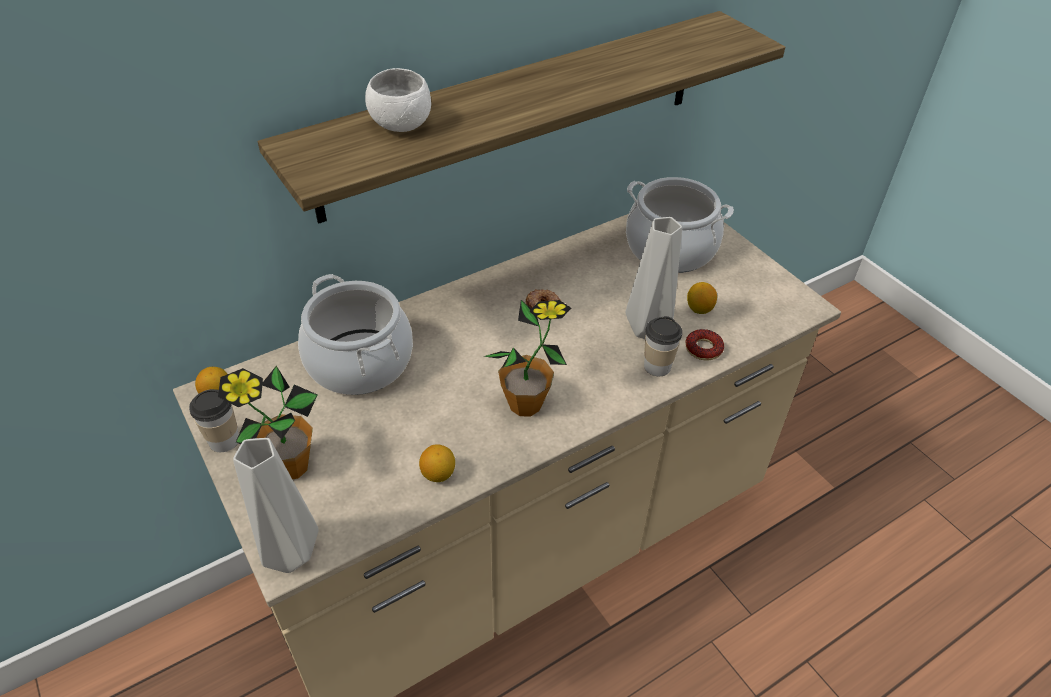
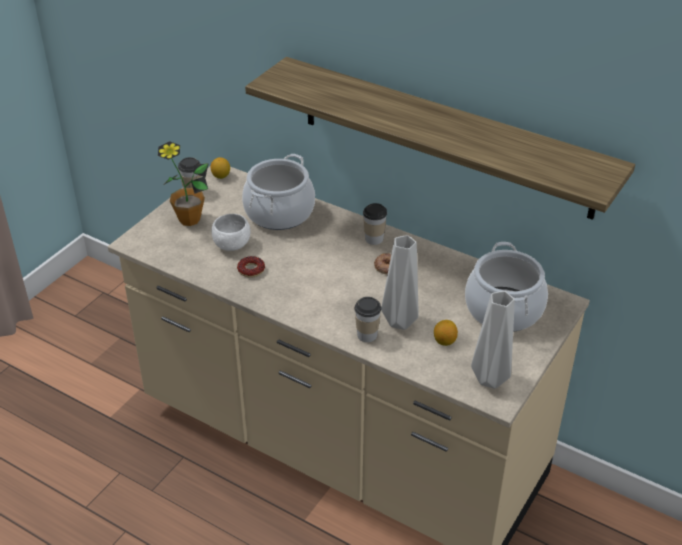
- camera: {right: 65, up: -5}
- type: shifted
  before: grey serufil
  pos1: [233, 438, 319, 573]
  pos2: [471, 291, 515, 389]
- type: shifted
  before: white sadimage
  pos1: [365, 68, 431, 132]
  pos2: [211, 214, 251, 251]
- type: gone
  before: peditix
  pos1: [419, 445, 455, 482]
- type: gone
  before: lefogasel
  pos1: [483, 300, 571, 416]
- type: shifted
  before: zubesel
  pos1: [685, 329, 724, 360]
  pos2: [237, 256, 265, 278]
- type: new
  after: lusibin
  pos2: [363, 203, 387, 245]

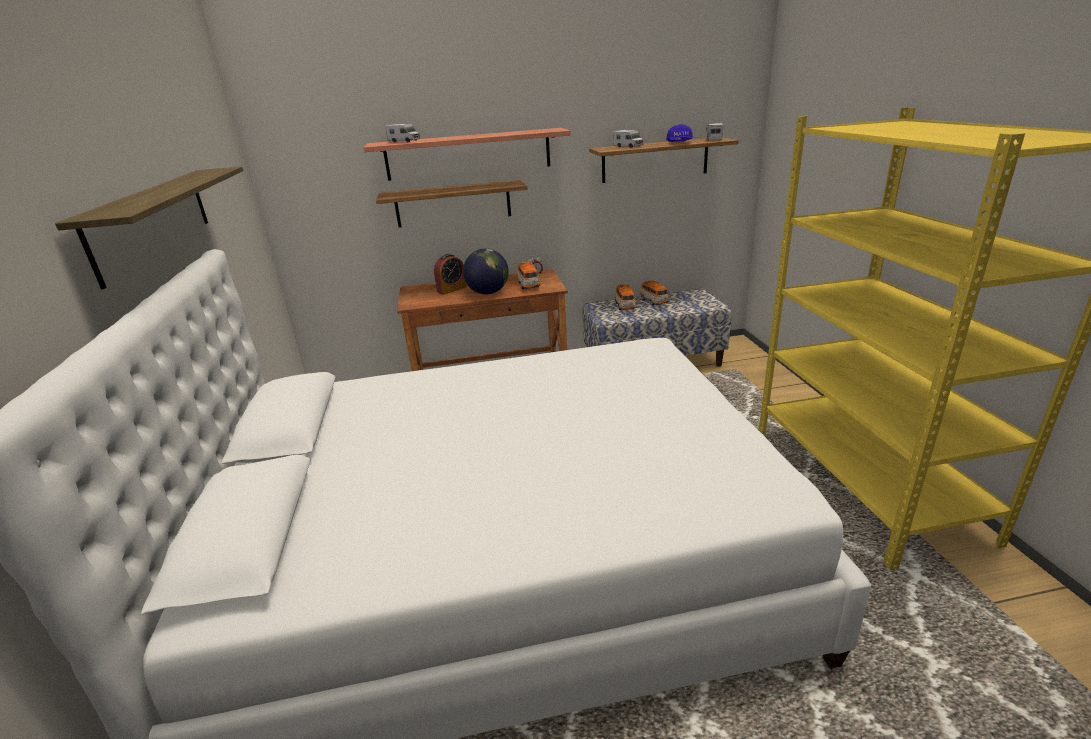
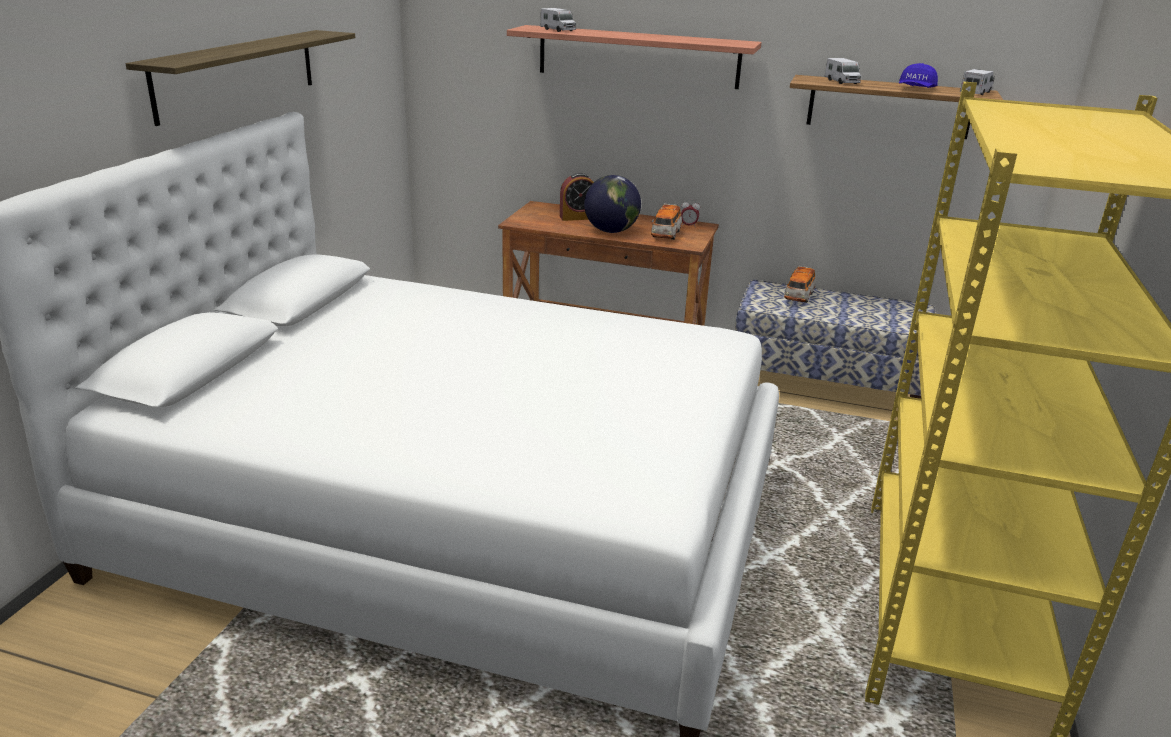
- camera: {right: 25, up: 0}
- type: gone
  before: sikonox
  pos1: [376, 180, 528, 227]
- type: gone
  before: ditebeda
  pos1: [640, 280, 670, 306]

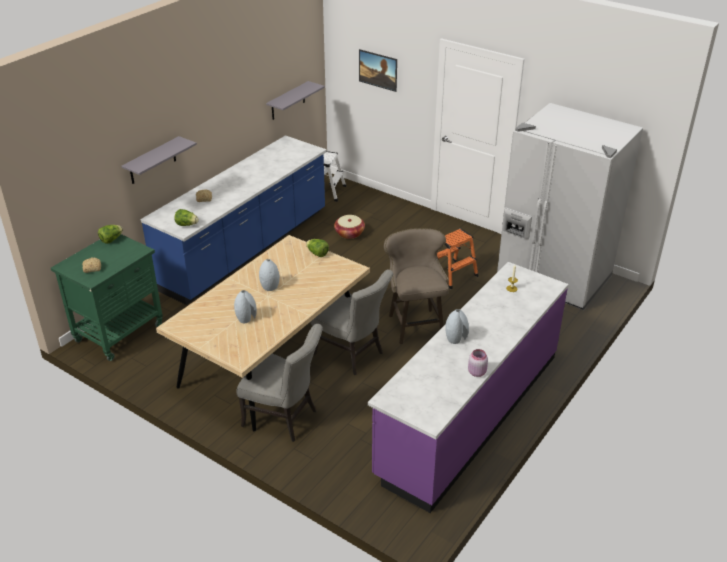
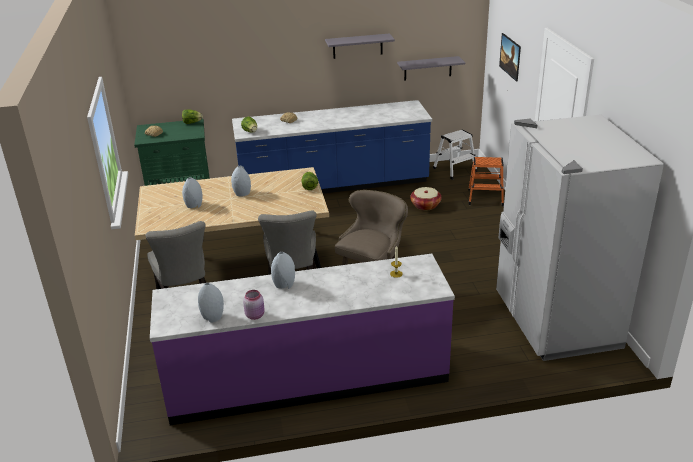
- camera: {right: 45, up: -5}
- type: shifted
  before: grey sikonox
  pos1: [121, 136, 197, 184]
  pos2: [325, 33, 395, 59]
- type: shifted
  before: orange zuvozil
  pos1: [437, 228, 479, 289]
  pos2: [468, 157, 504, 206]
- type: new
  after: grey serufil
  pos2: [198, 283, 224, 323]

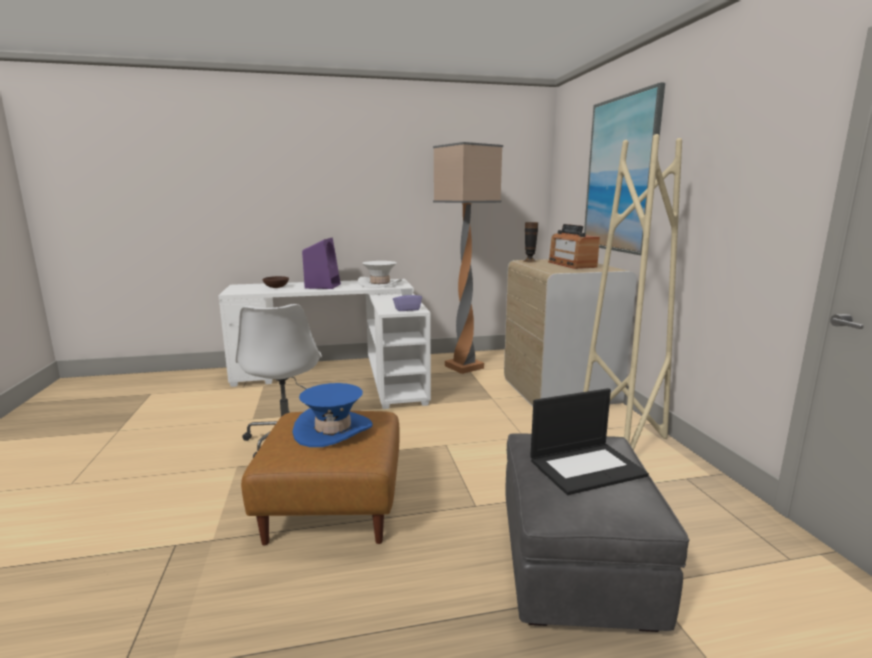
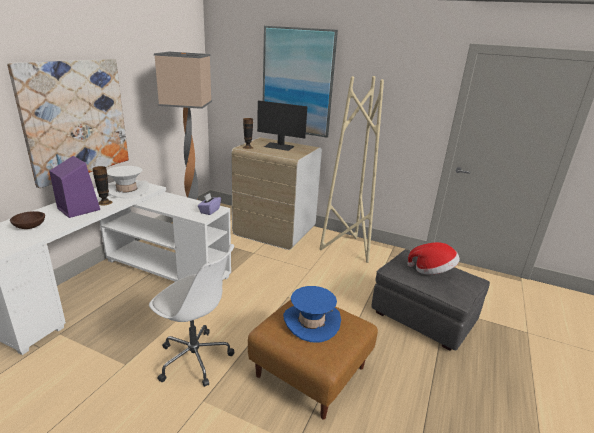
- camera: {right: -55, up: 10}
- type: swapped
  before: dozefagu
  after: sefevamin
  pos1: [530, 388, 649, 495]
  pos2: [407, 242, 460, 274]
- type: swapped
  before: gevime
  after: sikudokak
  pos1: [548, 224, 600, 269]
  pos2: [257, 101, 308, 151]
- type: new
  after: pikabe
  pos2: [7, 59, 129, 188]
- type: new
  after: serufil
  pos2: [92, 166, 112, 205]

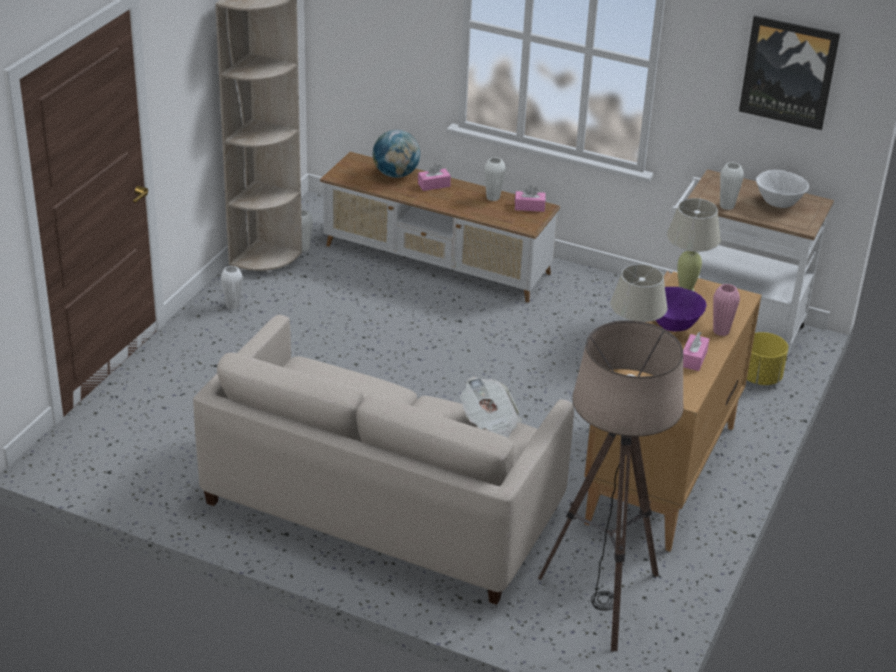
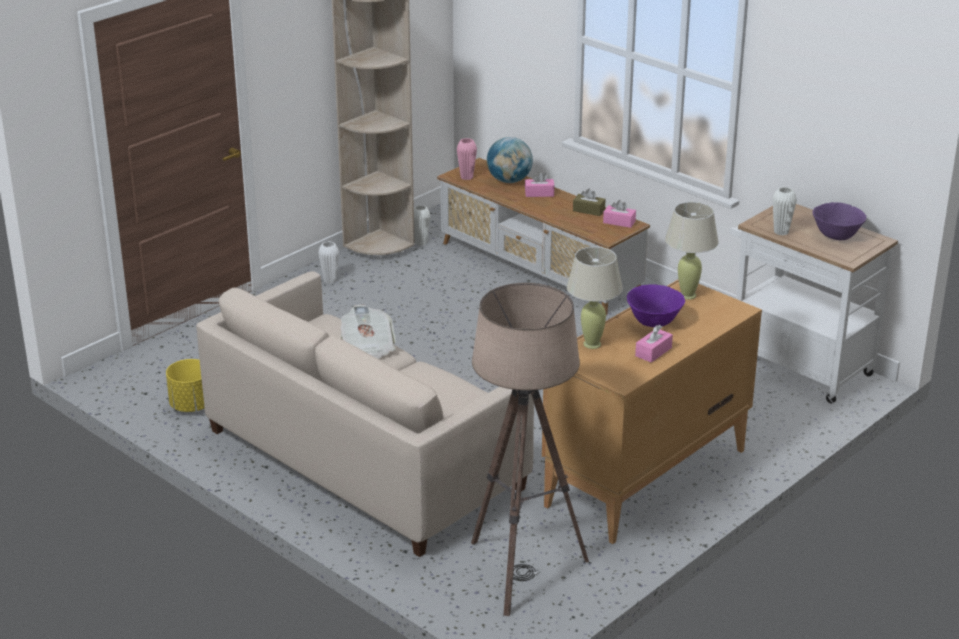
- camera: {right: 20, up: -5}
- type: shifted
  before: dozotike
  pos1: [460, 377, 522, 438]
  pos2: [340, 304, 396, 359]
- type: swapped
  before: white serufil
  after: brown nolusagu
  pos1: [484, 157, 506, 201]
  pos2: [573, 189, 606, 216]
- type: shifted
  before: pink serufil
  pos1: [713, 284, 740, 336]
  pos2: [457, 138, 477, 180]
- type: gone
  before: pikabe
  pos1: [739, 15, 840, 130]
- type: shifted
  before: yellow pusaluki
  pos1: [747, 332, 788, 385]
  pos2: [166, 359, 205, 412]
- type: repainted
  before: white sadimage
  after: purple sadimage
  pos1: [756, 170, 809, 208]
  pos2: [812, 202, 867, 240]

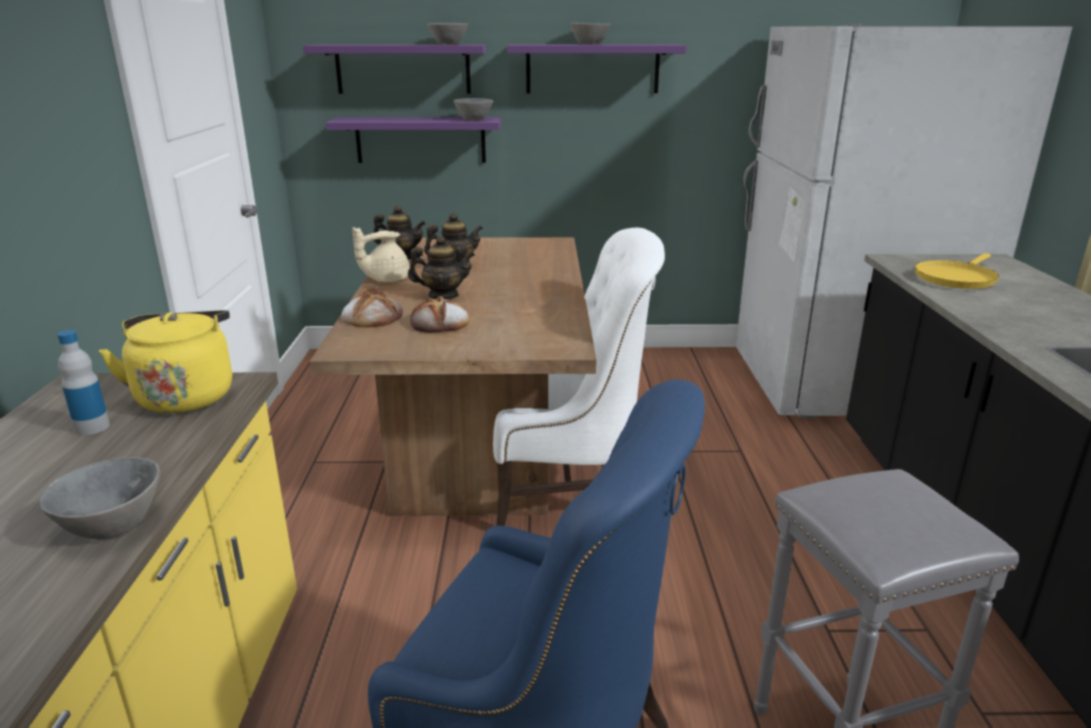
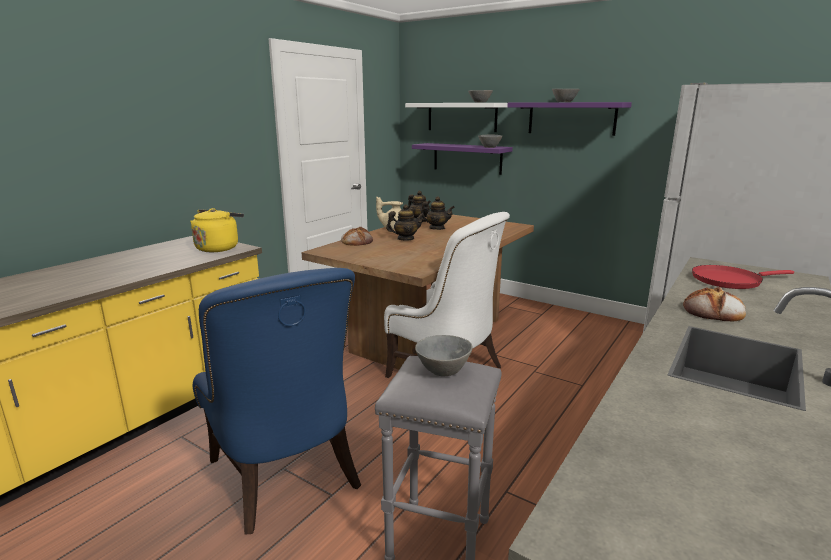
- camera: {right: 35, up: -5}
- type: shifted
  before: grey sadimage
  pos1: [39, 457, 160, 540]
  pos2: [415, 335, 473, 376]
- type: gone
  before: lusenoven
  pos1: [57, 330, 110, 435]
- type: repainted
  before: purple sikonox
  after: white sikonox
  pos1: [303, 44, 487, 94]
  pos2: [405, 103, 508, 132]
- type: rotated
  before: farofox
  pos1: [408, 236, 475, 299]
  pos2: [386, 205, 424, 241]
  turn: -45
- type: shifted
  before: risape
  pos1: [410, 296, 469, 333]
  pos2: [683, 287, 746, 322]
- type: repainted
  before: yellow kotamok
  after: red kotamok
  pos1: [915, 253, 999, 289]
  pos2: [692, 265, 794, 289]

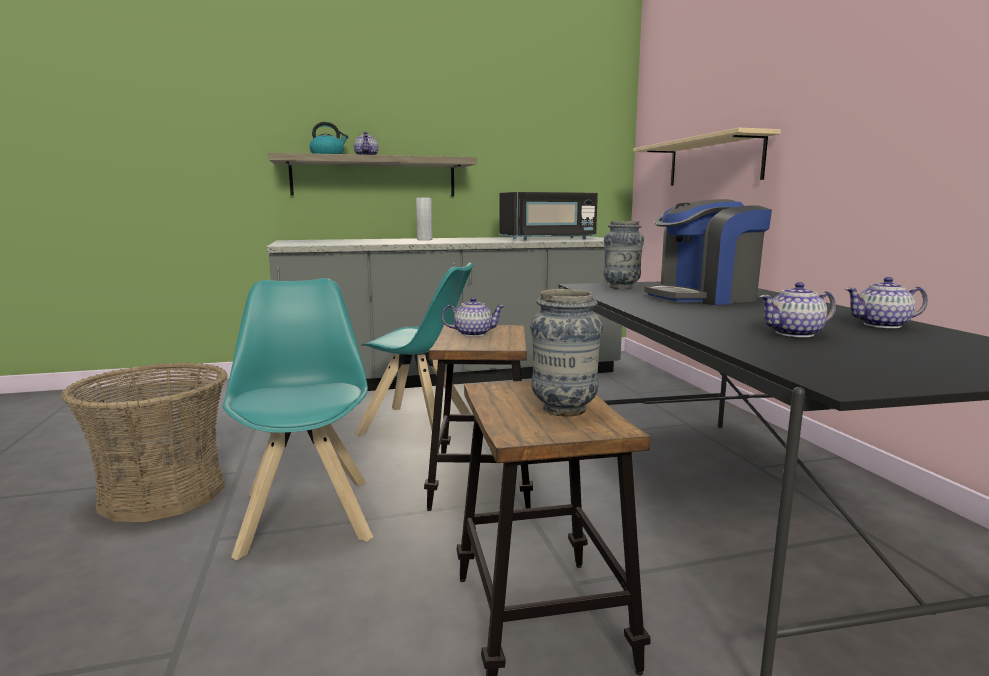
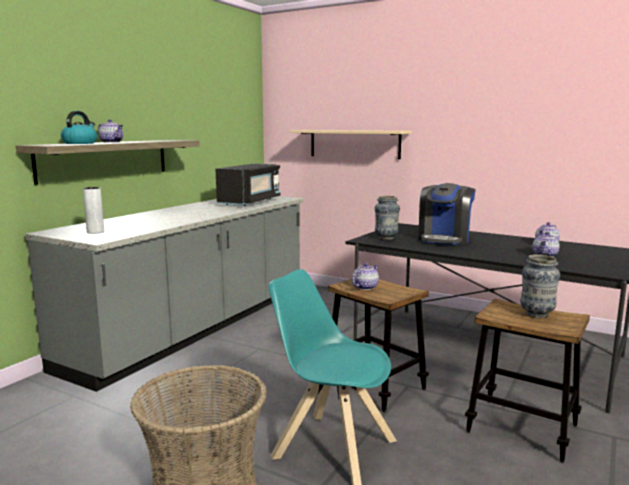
- camera: {right: -45, up: 0}
- type: gone
  before: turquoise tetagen
  pos1: [355, 263, 474, 446]
- type: shifted
  before: grey serufil
  pos1: [416, 197, 433, 240]
  pos2: [83, 187, 104, 234]

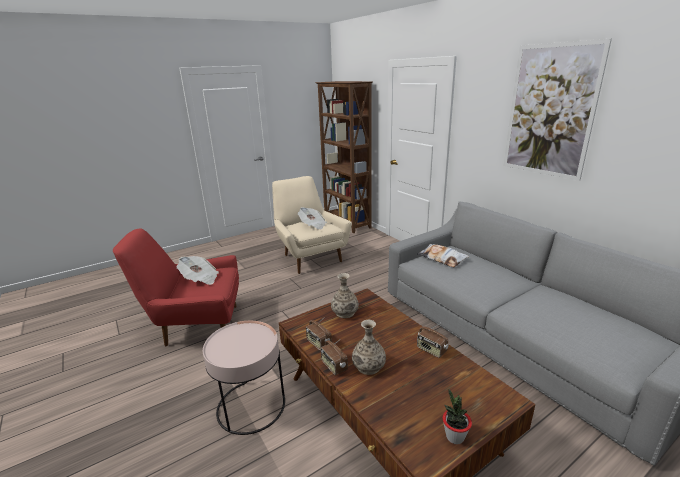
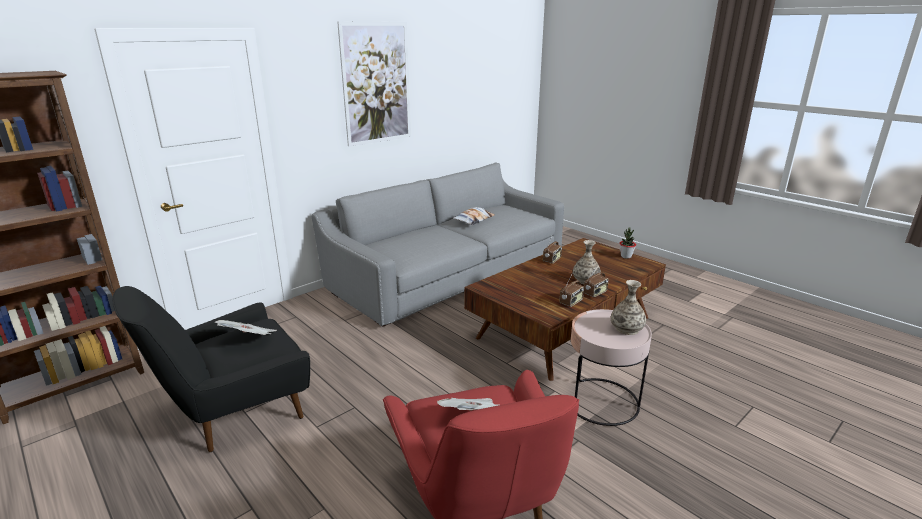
- camera: {right: -100, up: 0}
- type: repainted
  before: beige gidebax
  after: black gidebax
  pos1: [272, 176, 352, 274]
  pos2: [112, 286, 310, 452]
- type: shifted
  before: serufil
  pos1: [331, 273, 359, 318]
  pos2: [611, 280, 646, 335]
- type: shifted
  before: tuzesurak
  pos1: [417, 244, 469, 268]
  pos2: [453, 207, 495, 225]

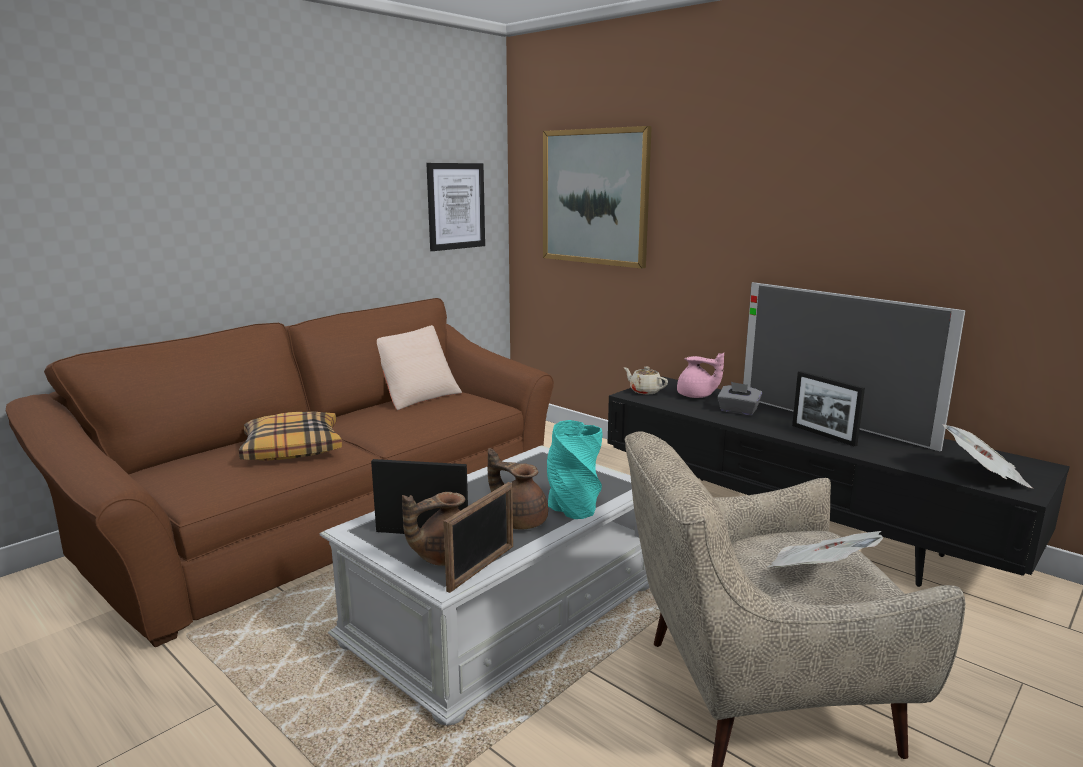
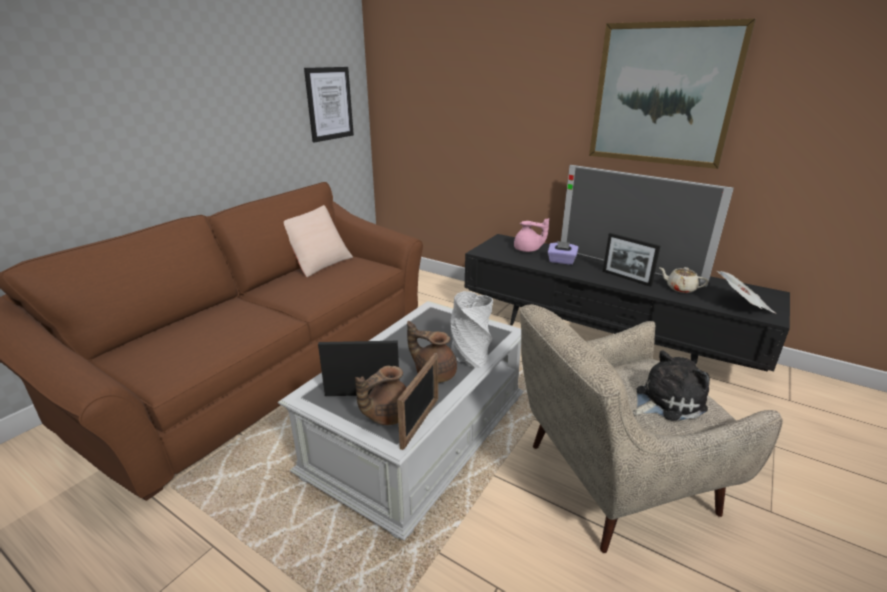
- camera: {right: -10, up: 10}
- type: gone
  before: tuzesurak
  pos1: [239, 411, 342, 461]
- type: shifted
  before: pikabe
  pos1: [543, 126, 652, 269]
  pos2: [589, 19, 756, 169]
- type: repainted
  before: turquoise serufil
  after: grey serufil
  pos1: [547, 420, 602, 519]
  pos2: [450, 291, 493, 368]
- type: shifted
  before: beige farofox
  pos1: [623, 367, 668, 394]
  pos2: [658, 267, 709, 293]
- type: repainted
  before: grey nolusagu
  after: purple nolusagu
  pos1: [718, 382, 762, 415]
  pos2: [548, 241, 578, 265]
- type: swapped
  before: dozotike
  after: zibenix
  pos1: [767, 531, 883, 567]
  pos2: [633, 350, 710, 421]

